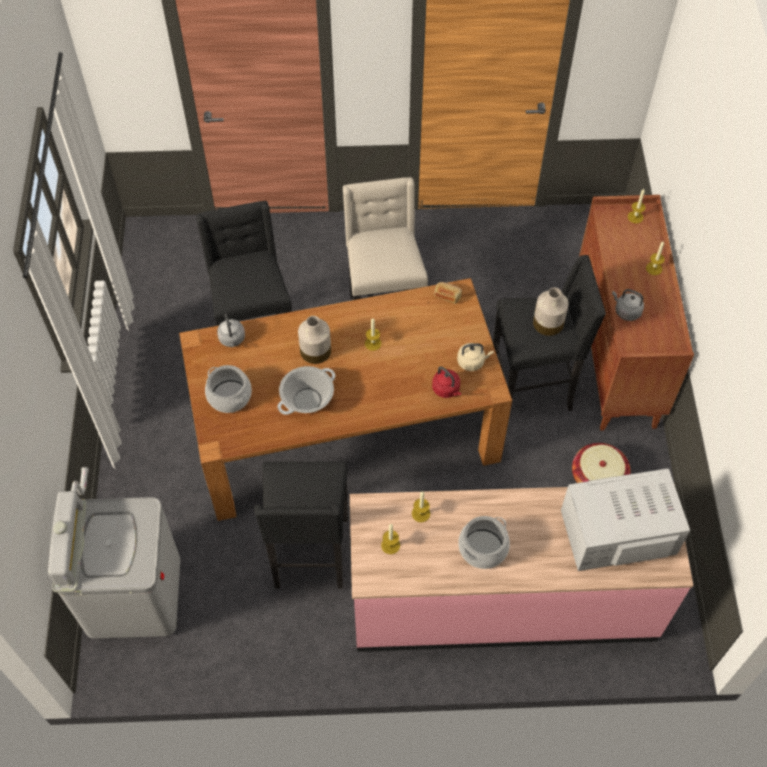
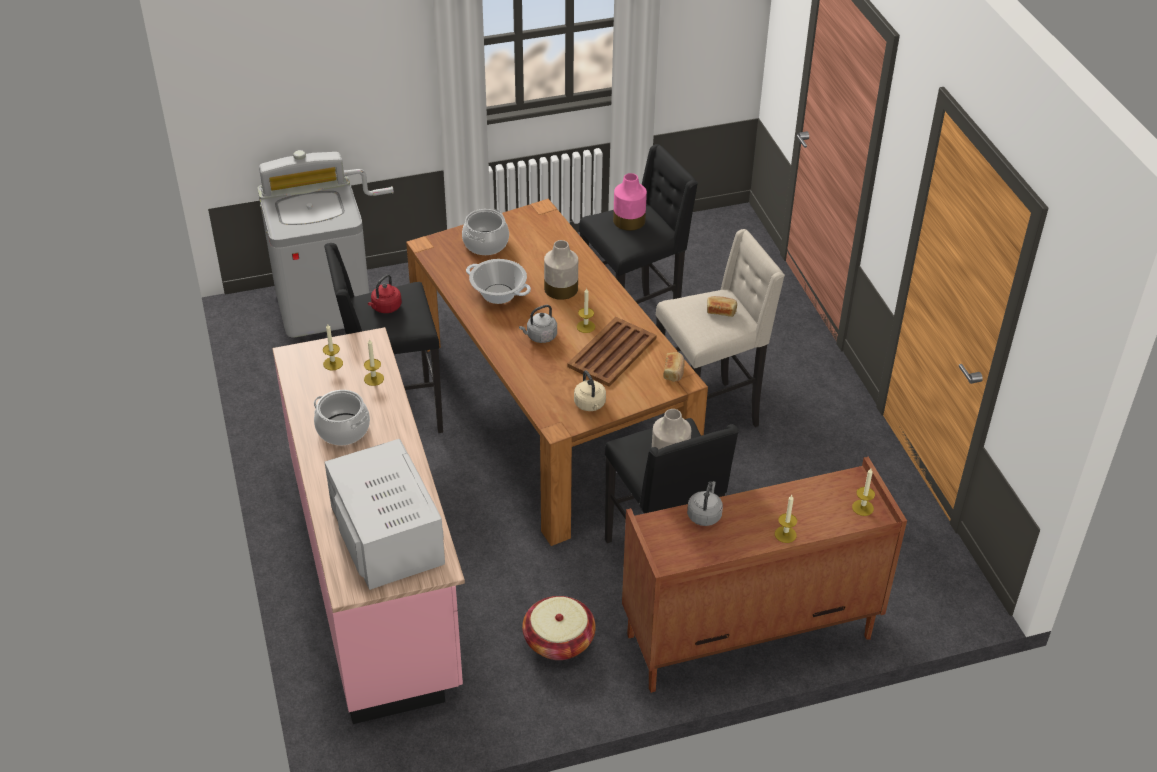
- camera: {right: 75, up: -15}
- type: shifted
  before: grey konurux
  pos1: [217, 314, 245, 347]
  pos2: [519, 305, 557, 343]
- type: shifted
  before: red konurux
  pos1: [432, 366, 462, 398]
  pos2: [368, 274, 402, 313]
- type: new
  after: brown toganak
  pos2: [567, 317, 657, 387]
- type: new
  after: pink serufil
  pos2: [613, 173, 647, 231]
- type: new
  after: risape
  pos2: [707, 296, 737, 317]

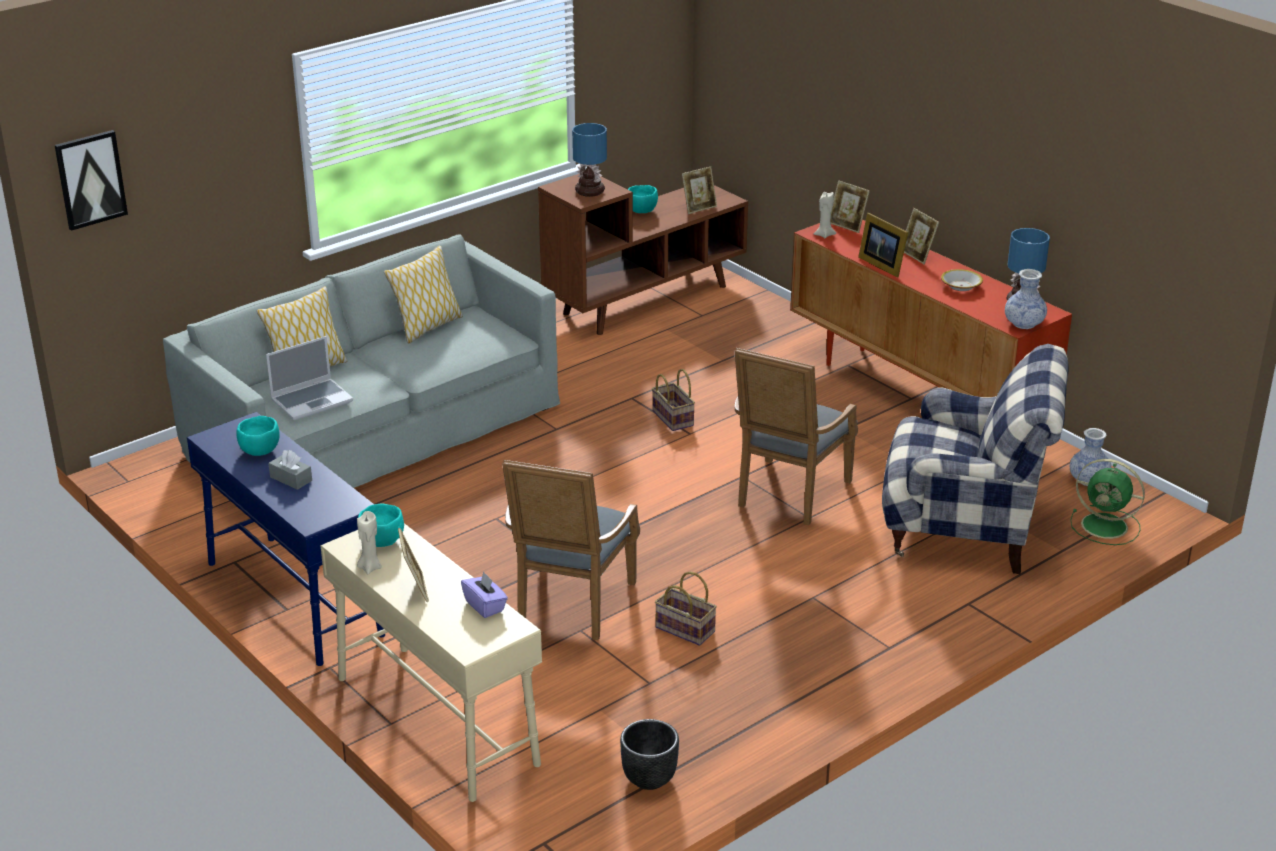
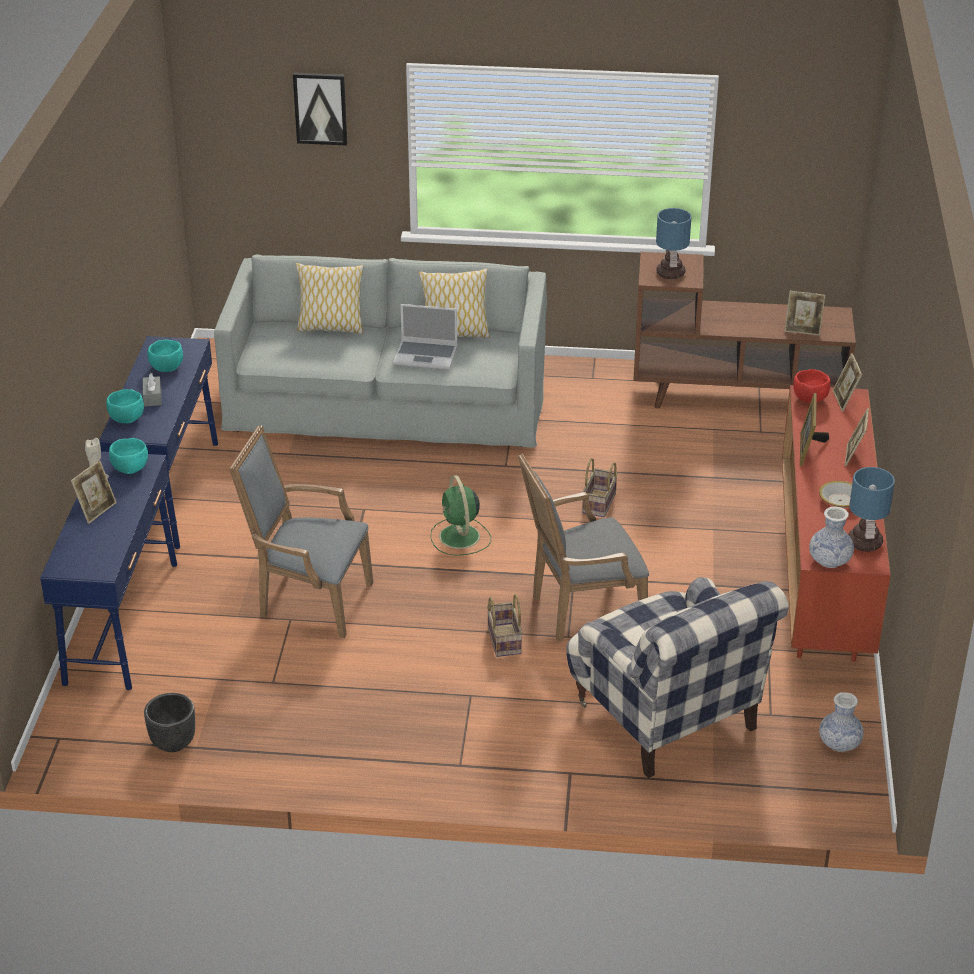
- camera: {right: 45, up: 5}
- type: shifted
  before: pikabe
  pos1: [54, 130, 128, 231]
  pos2: [293, 73, 347, 145]
- type: shifted
  before: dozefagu
  pos1: [266, 336, 353, 420]
  pos2: [393, 304, 457, 370]
- type: repainted
  before: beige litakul
  after: blue litakul
  pos1: [320, 523, 542, 802]
  pos2: [40, 451, 177, 690]
- type: gone
  before: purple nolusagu
  pos1: [461, 571, 508, 618]
- type: rotated
  before: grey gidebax
  pos1: [502, 460, 640, 640]
  pos2: [229, 425, 373, 638]
  turn: 45
- type: shifted
  before: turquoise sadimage
  pos1: [628, 185, 658, 213]
  pos2: [106, 389, 144, 423]
- type: shifted
  before: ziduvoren
  pos1: [655, 571, 717, 646]
  pos2: [487, 594, 523, 657]
- type: swapped
  before: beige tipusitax
  after: red sadimage
  pos1: [814, 192, 836, 238]
  pos2: [793, 369, 830, 403]
- type: shifted
  before: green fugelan
  pos1: [1070, 459, 1145, 545]
  pos2: [430, 475, 491, 556]

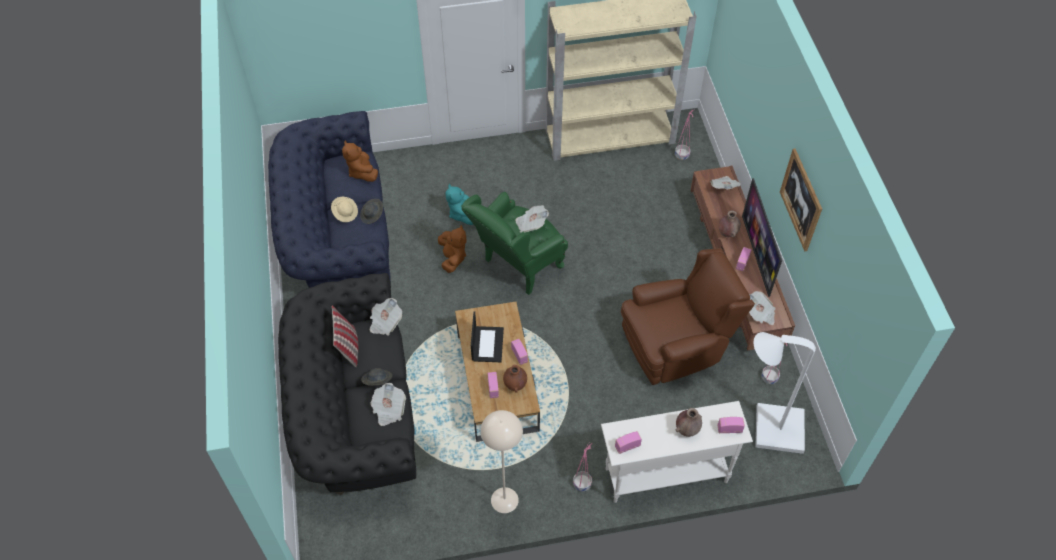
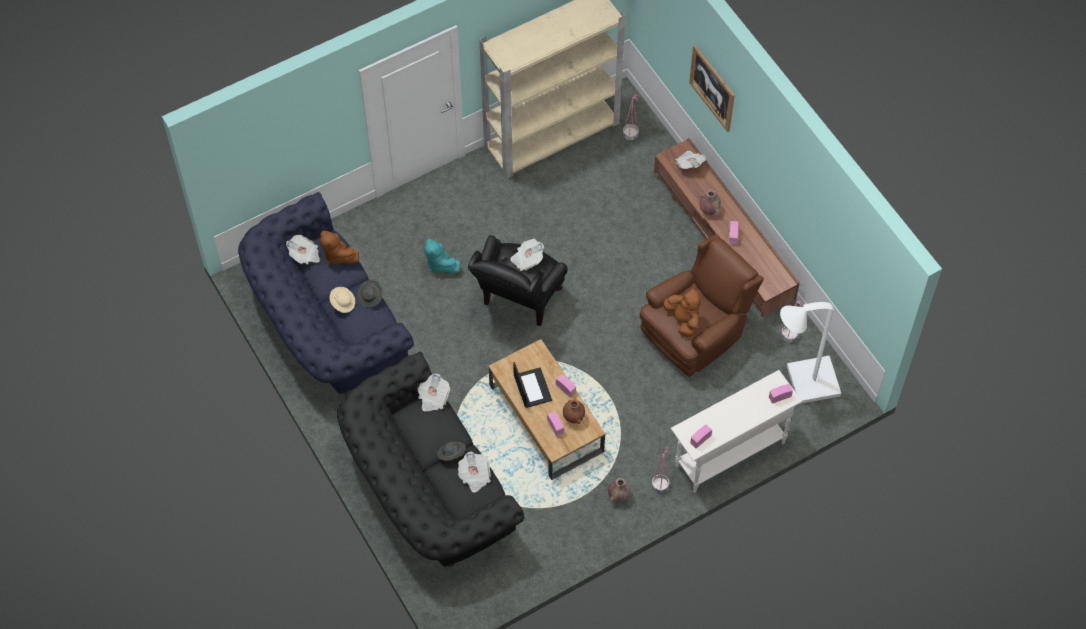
- camera: {right: -20, up: 5}
- type: gone
  before: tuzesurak
  pos1: [332, 306, 358, 367]
- type: shifted
  before: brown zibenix
  pos1: [438, 225, 466, 273]
  pos2: [663, 286, 701, 337]
- type: repainted
  before: green gidebax
  after: black gidebax
  pos1: [461, 192, 568, 295]
  pos2: [468, 235, 568, 326]
- type: gone
  before: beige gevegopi
  pos1: [480, 410, 523, 513]
- type: shifted
  before: brown serufil
  pos1: [675, 408, 702, 437]
  pos2: [608, 478, 631, 502]
- type: gone
  before: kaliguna
  pos1: [742, 178, 782, 297]
- type: shifted
  before: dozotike
  pos1: [749, 291, 776, 325]
  pos2: [286, 235, 320, 264]
- type: shifted
  before: pikabe
  pos1: [780, 148, 822, 251]
  pos2: [689, 45, 735, 132]

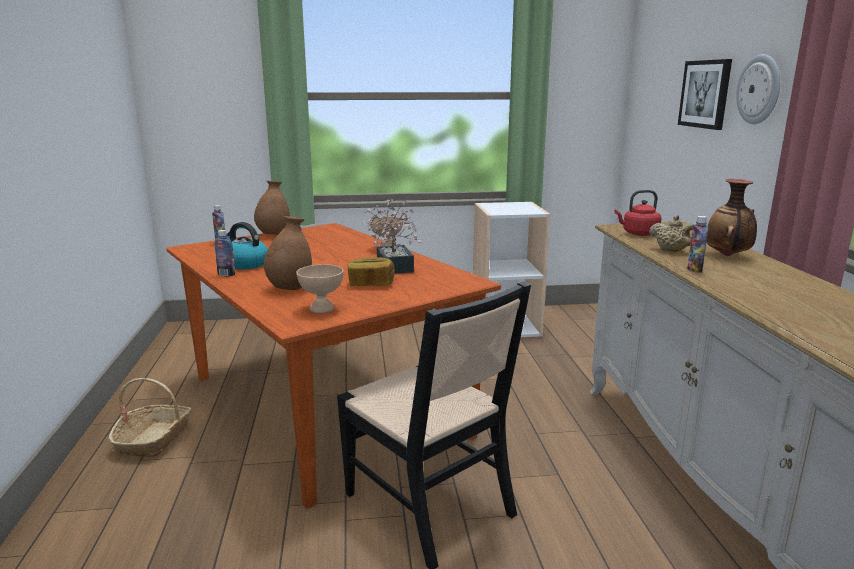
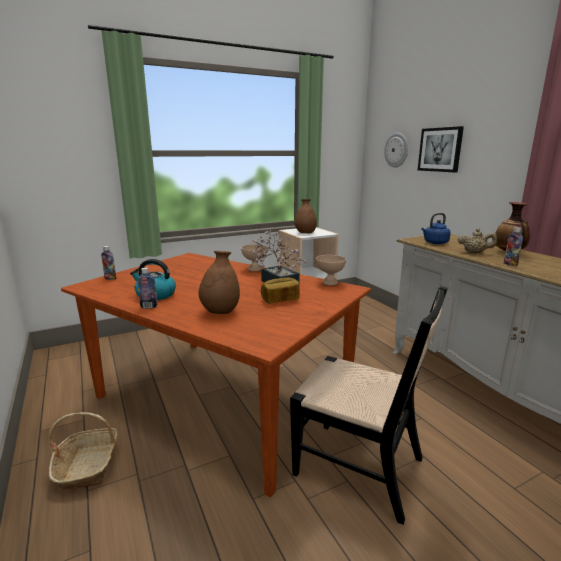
- camera: {right: -20, up: 0}
- type: shifted
  before: brown serufil
  pos1: [254, 181, 290, 235]
  pos2: [295, 199, 317, 233]
- type: shifted
  before: beige sadimage
  pos1: [296, 264, 344, 313]
  pos2: [316, 255, 346, 286]
- type: repainted
  before: red konurux
  after: blue konurux
  pos1: [614, 190, 662, 236]
  pos2: [421, 213, 451, 244]
- type: shifted
  before: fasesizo
  pos1: [736, 54, 780, 124]
  pos2: [384, 133, 408, 168]

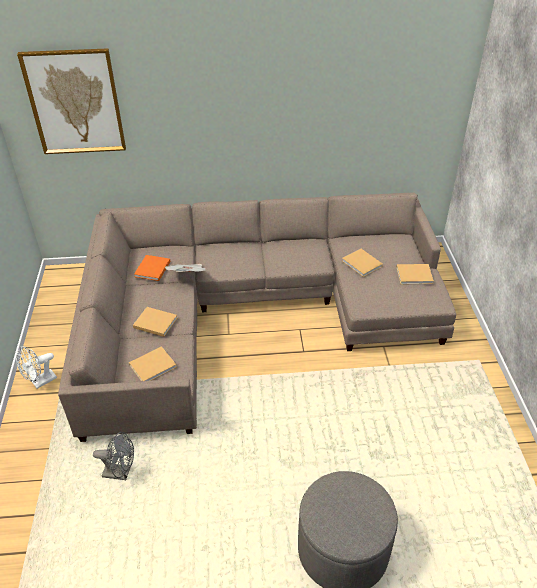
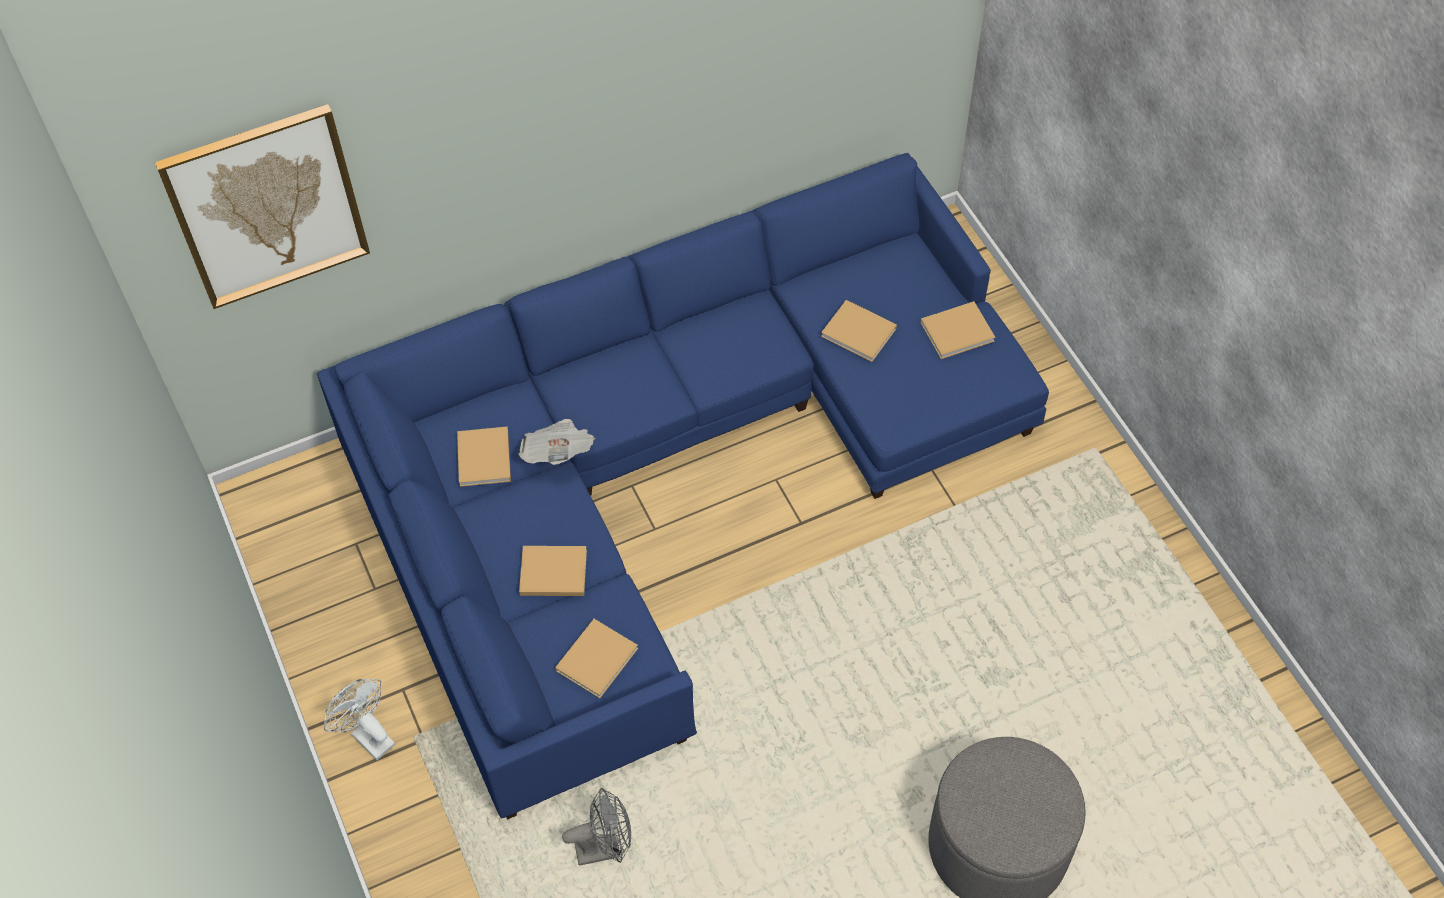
- camera: {right: -20, up: 15}
- type: rotated
  before: white fugelan
  pos1: [16, 346, 57, 389]
  pos2: [324, 679, 395, 760]
  turn: 105
- type: repainted
  before: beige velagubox
  after: blue velagubox
  pos1: [58, 193, 456, 442]
  pos2: [317, 153, 1049, 819]
- type: repainted
  before: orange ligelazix
  after: beige ligelazix
  pos1: [134, 255, 171, 281]
  pos2: [457, 427, 511, 487]

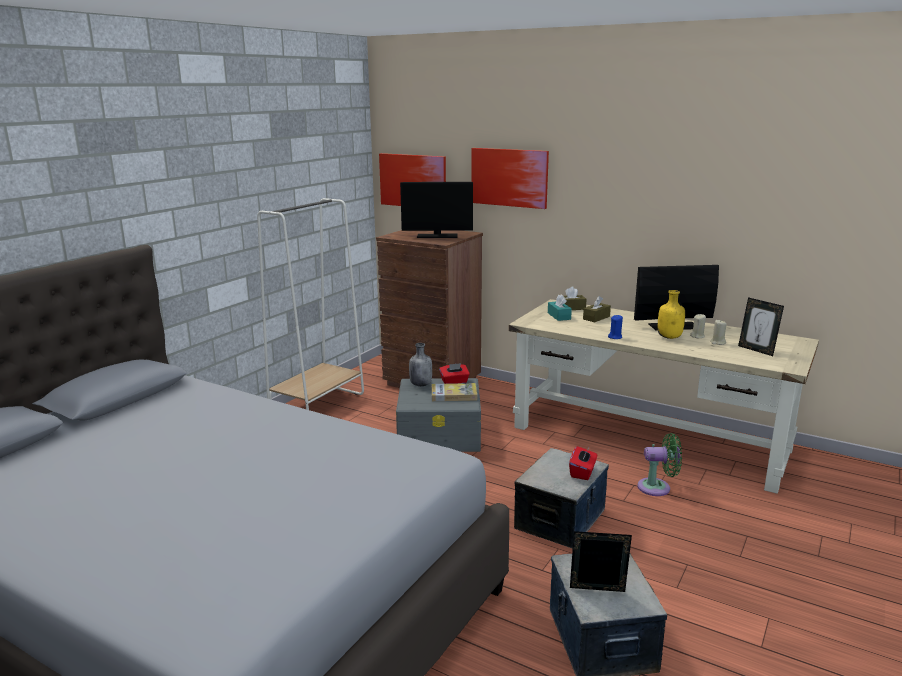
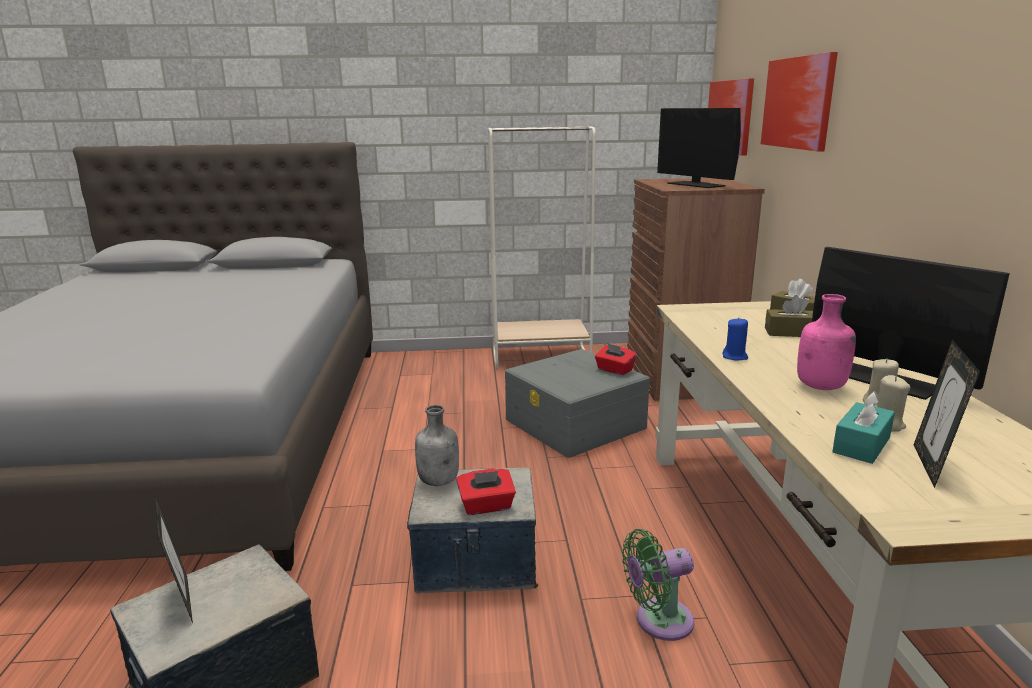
- camera: {right: 55, up: 0}
- type: shifted
  before: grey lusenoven
  pos1: [409, 343, 432, 386]
  pos2: [415, 405, 459, 486]
- type: gone
  before: ligelazix
  pos1: [432, 383, 477, 401]
- type: shifted
  before: turquoise nolusagu
  pos1: [548, 294, 572, 321]
  pos2: [832, 391, 895, 464]
- type: rotated
  before: green fugelan
  pos1: [637, 433, 682, 496]
  pos2: [622, 529, 694, 641]
  turn: 105
- type: repainted
  before: yellow lusenoven
  after: pink lusenoven
  pos1: [658, 290, 685, 339]
  pos2: [797, 294, 856, 390]

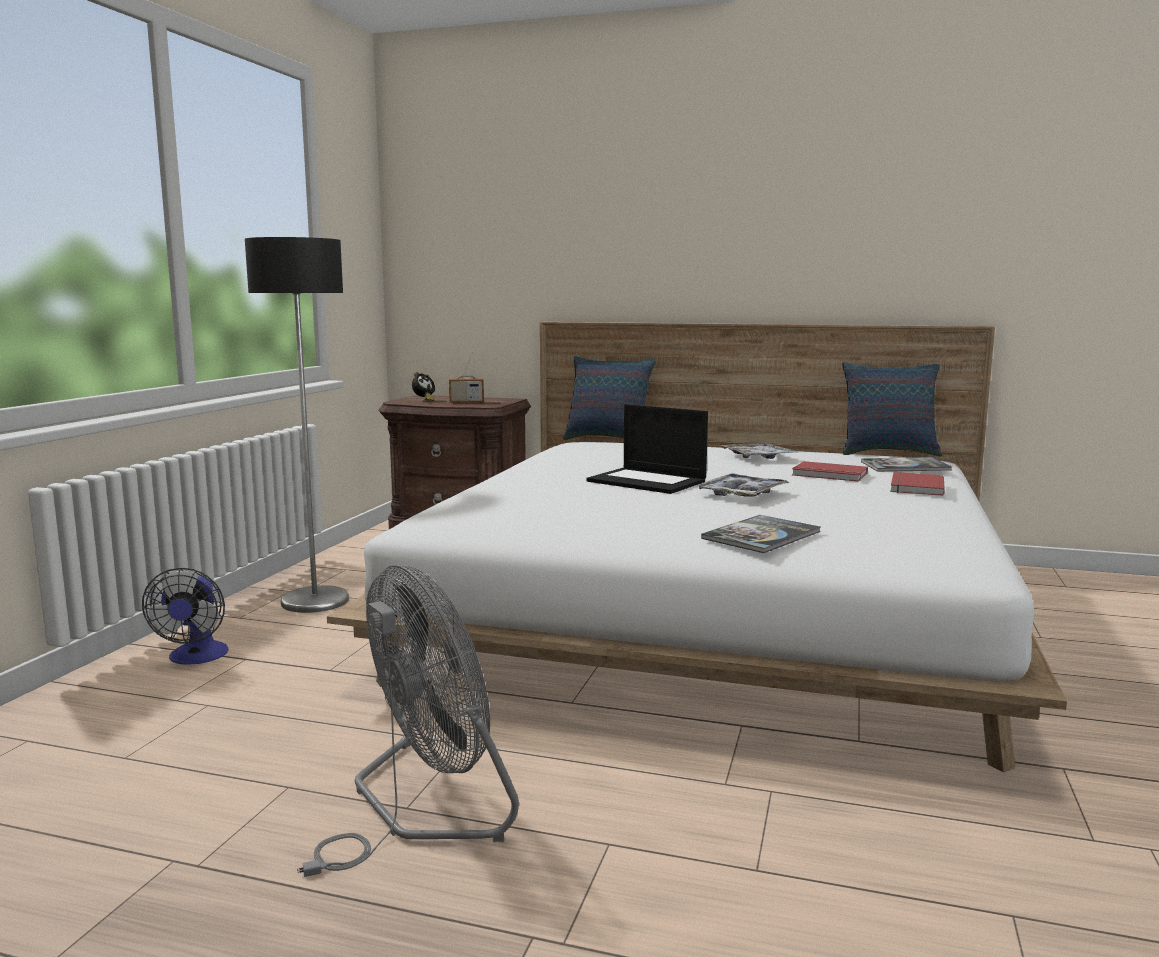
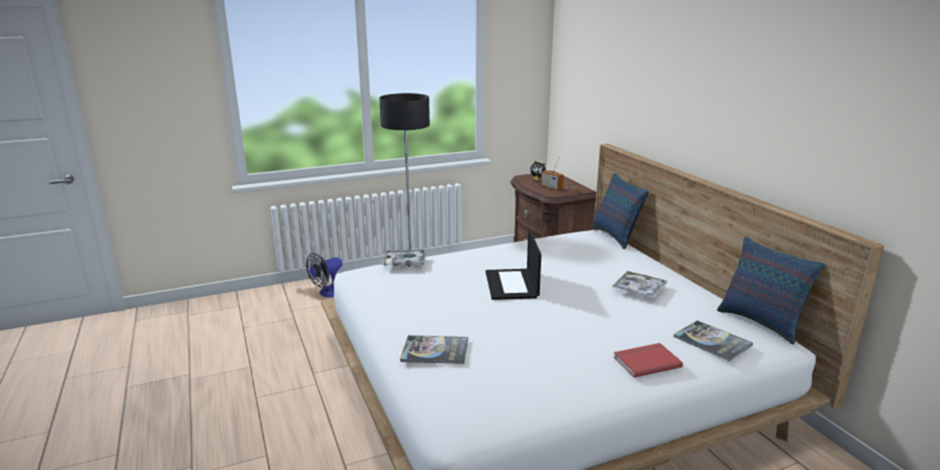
- camera: {right: 50, up: 10}
- type: gone
  before: grey fugelan
  pos1: [297, 565, 519, 877]
- type: shifted
  before: toganak
  pos1: [694, 473, 790, 497]
  pos2: [382, 249, 426, 267]
- type: gone
  before: red ligelazix
  pos1: [792, 461, 868, 482]

